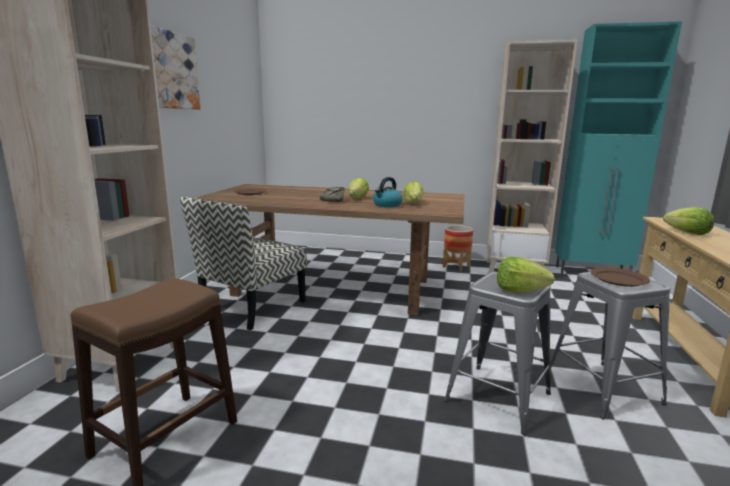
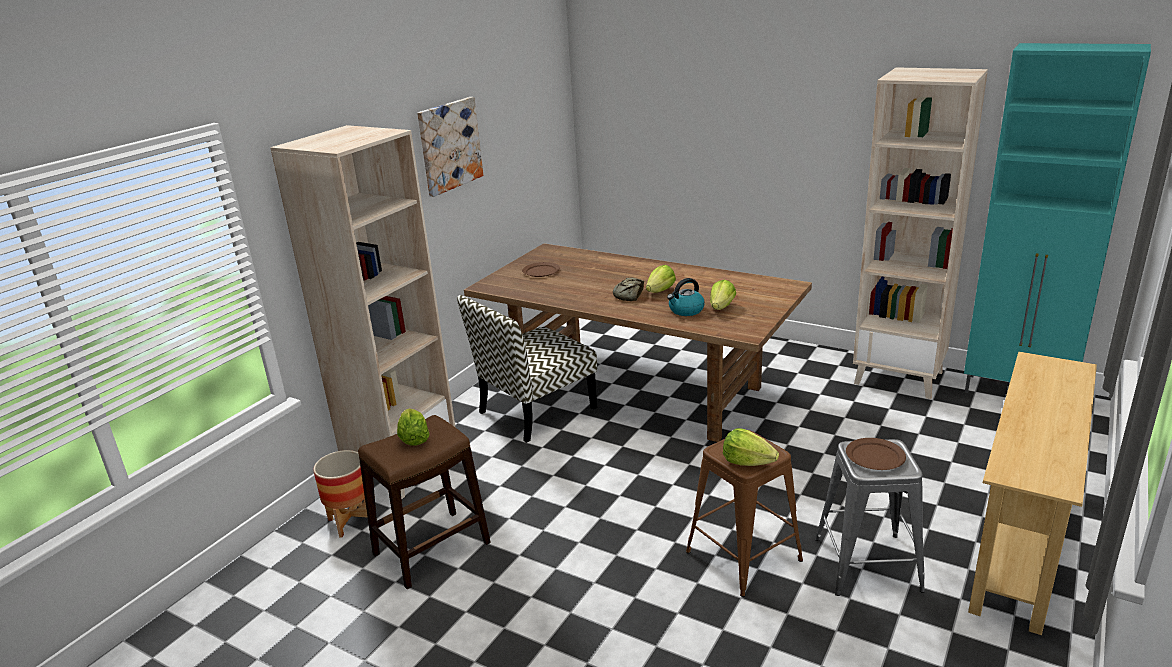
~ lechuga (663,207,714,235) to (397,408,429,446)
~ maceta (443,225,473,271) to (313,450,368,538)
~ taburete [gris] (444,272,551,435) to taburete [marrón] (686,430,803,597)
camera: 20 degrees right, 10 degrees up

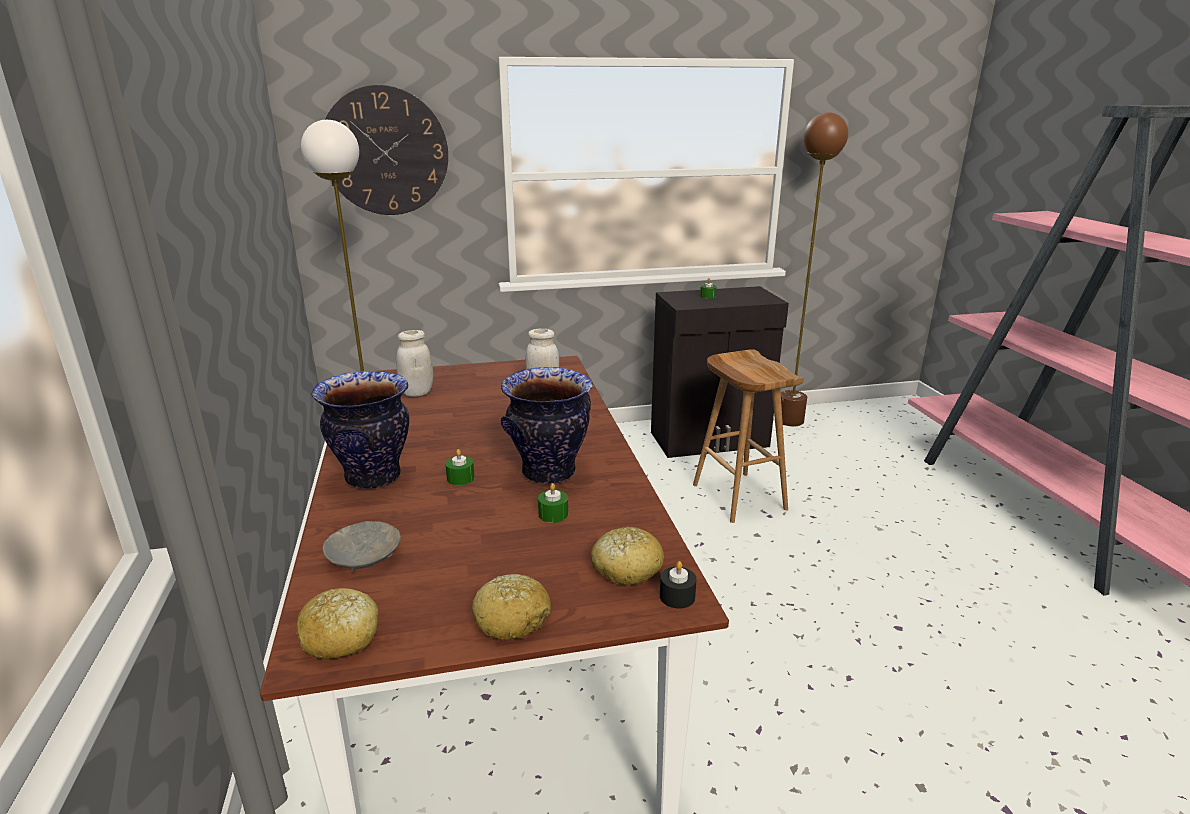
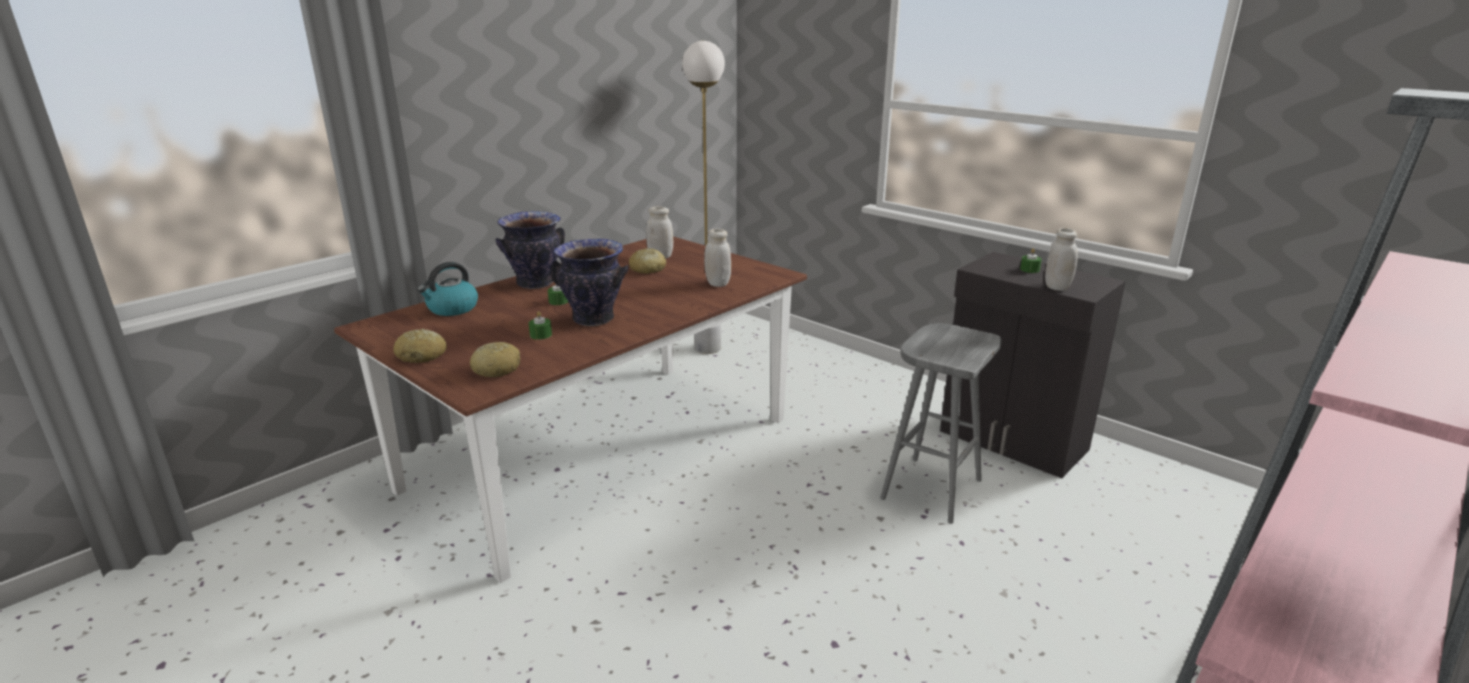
- reloj de pared (325,85,448,215)
- lámpara de pie [marrón] (781,112,848,427)
~ taburete [marrón] (693,349,804,523) to taburete [gris] (880,323,1002,524)
~ cuenco [gris] (323,521,401,571) to hervidor (417,262,478,316)
- vela [negro] (660,561,697,609)
~ pan (297,588,379,659) to (629,248,666,274)
+ tarro [blanco] (1045,228,1078,291)
camera: 55 degrees right, 0 degrees up

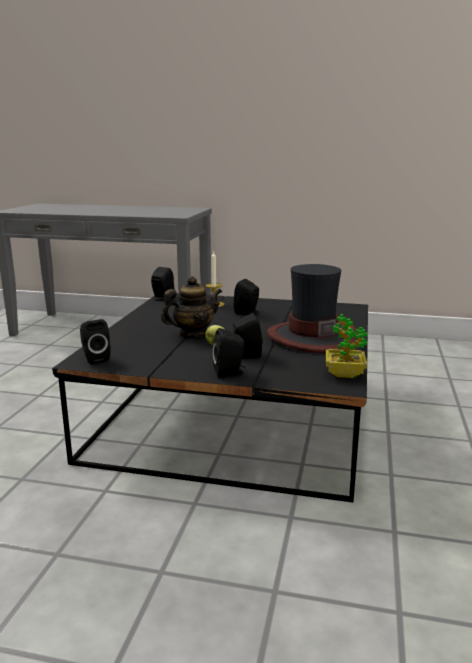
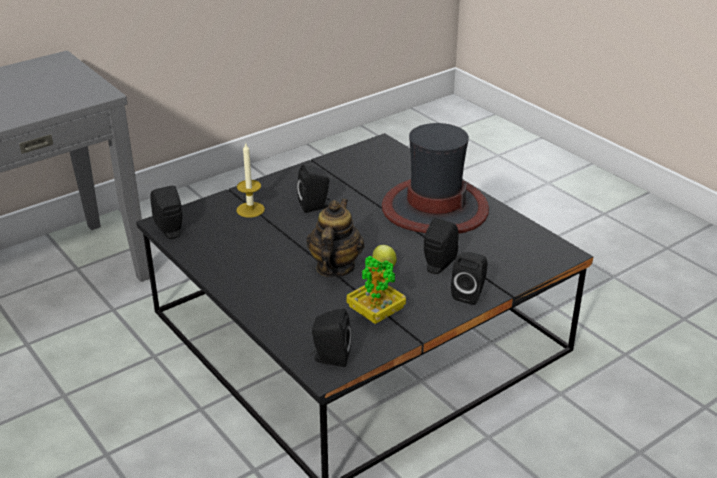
~ planta en maceta (326,314,368,378) to (347,256,406,324)
camera: 50 degrees left, 15 degrees up

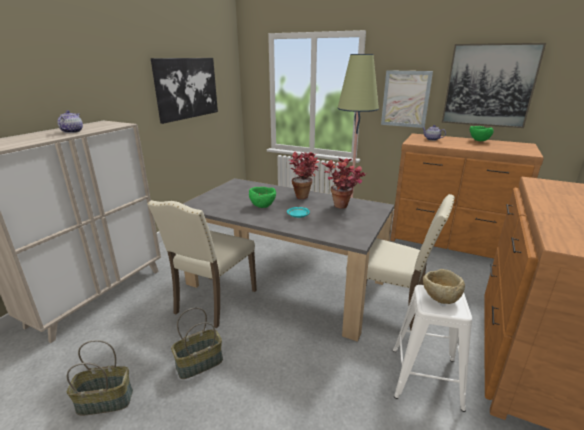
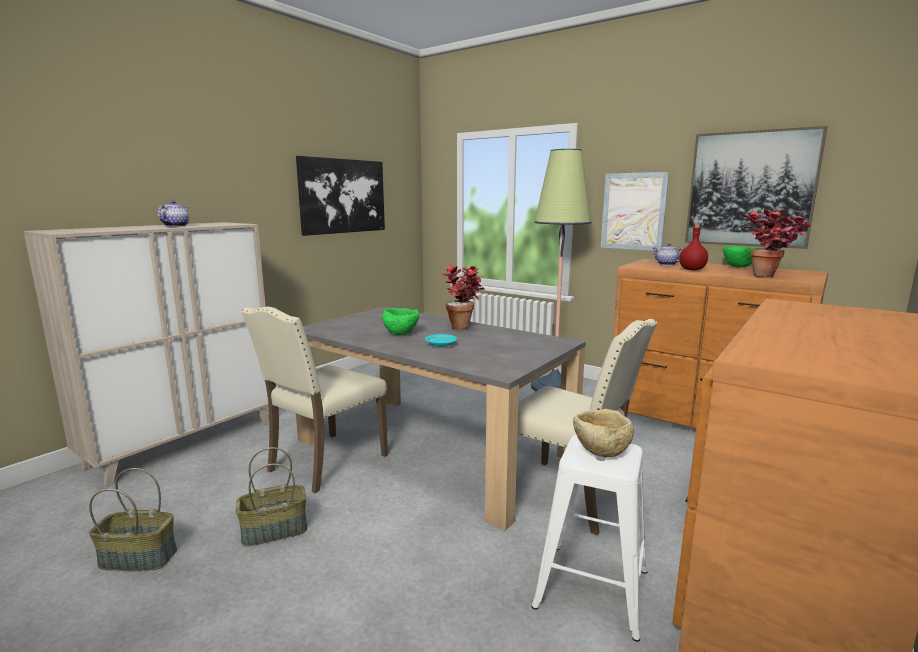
~ planta en maceta (322,158,365,209) to (742,209,810,277)
+ botella [rojo] (679,224,708,270)
camera: 10 degrees right, 10 degrees down

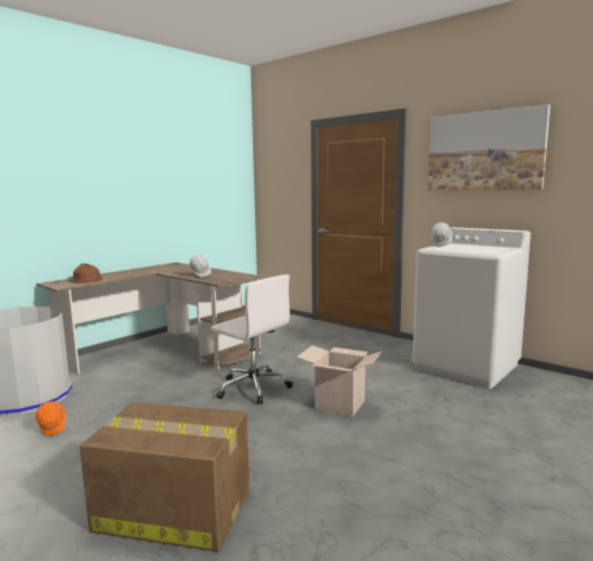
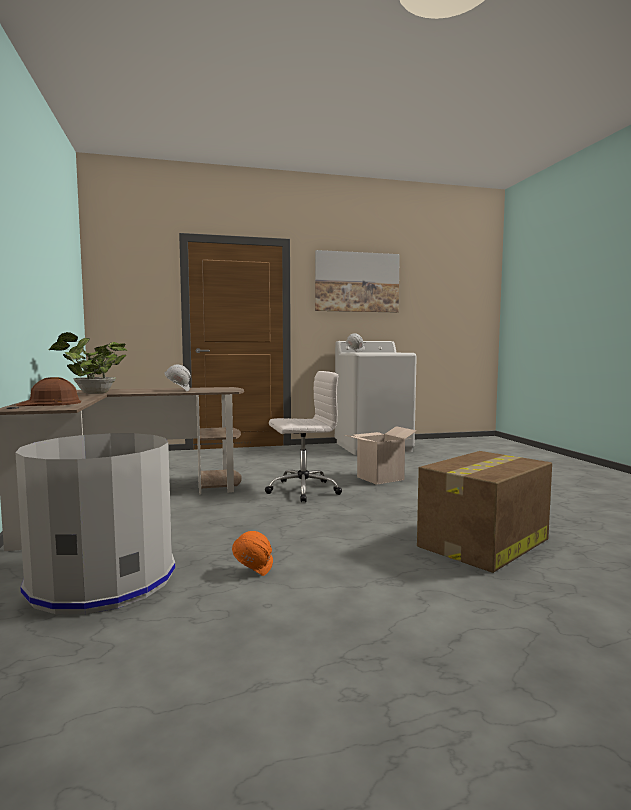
+ planta en maceta (49,332,127,394)
camera: 55 degrees left, 5 degrees down

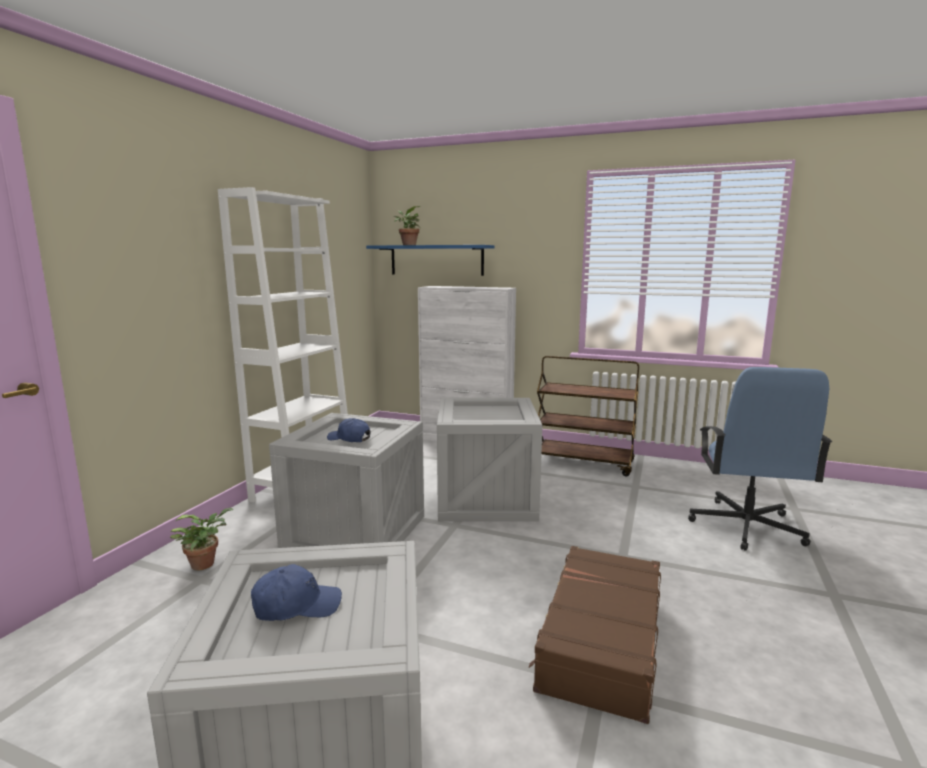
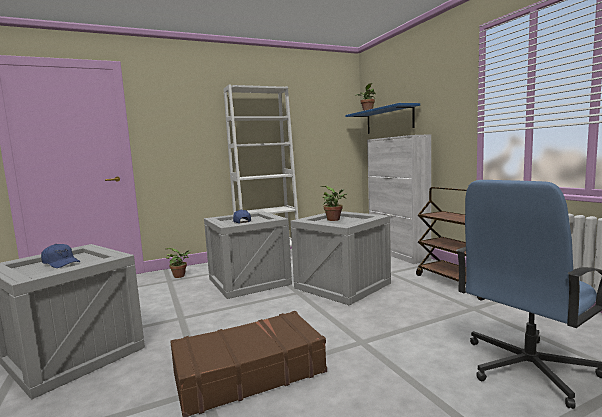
+ planta en maceta (321,186,347,221)
camera: 45 degrees right, 5 degrees down

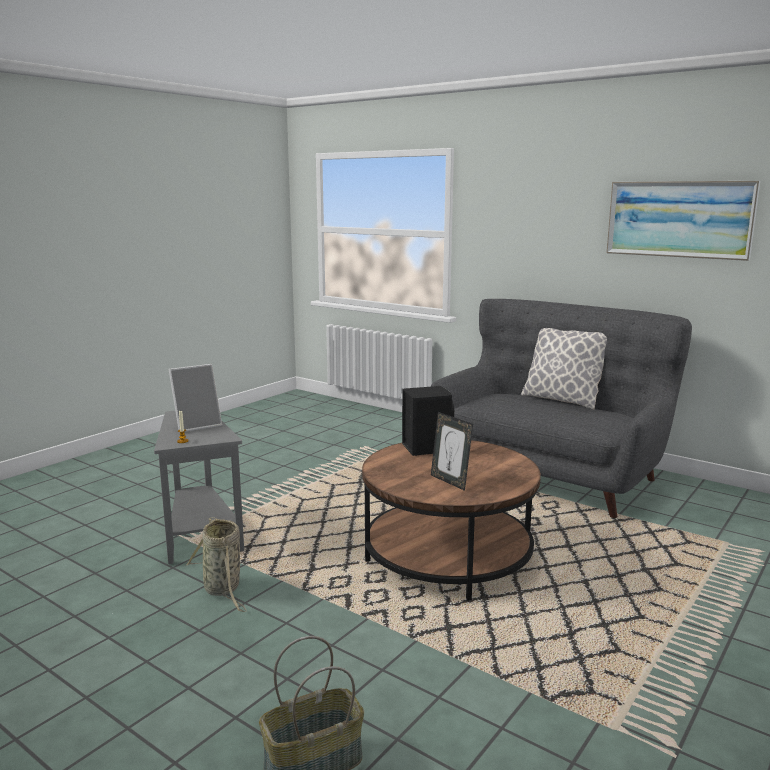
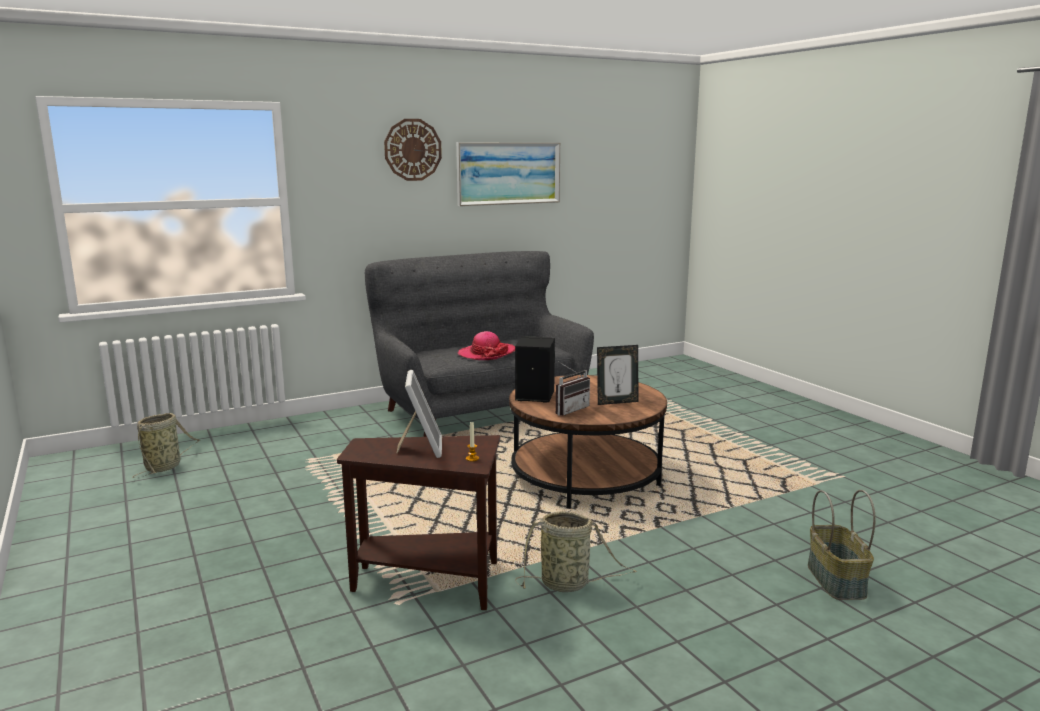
- cojín (521,328,607,410)
~ mesa auxiliar [gris] (154,411,244,564) to mesa auxiliar [marrón] (337,435,500,610)
+ reloj de pared (384,119,442,181)
+ sombrero (458,331,515,360)
+ radio (556,361,590,416)
+ cesta (133,413,200,478)
camera: 65 degrees left, 0 degrees up

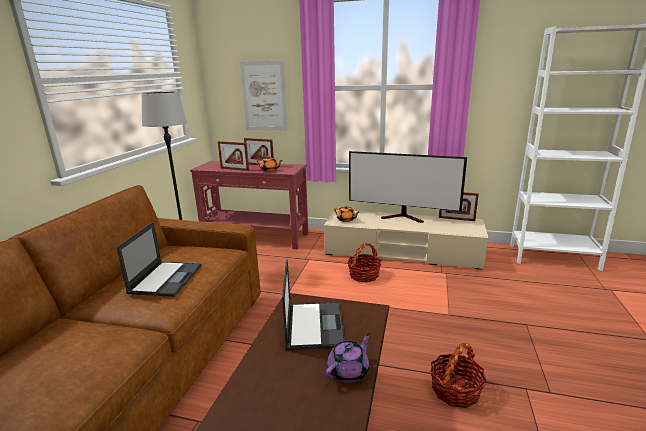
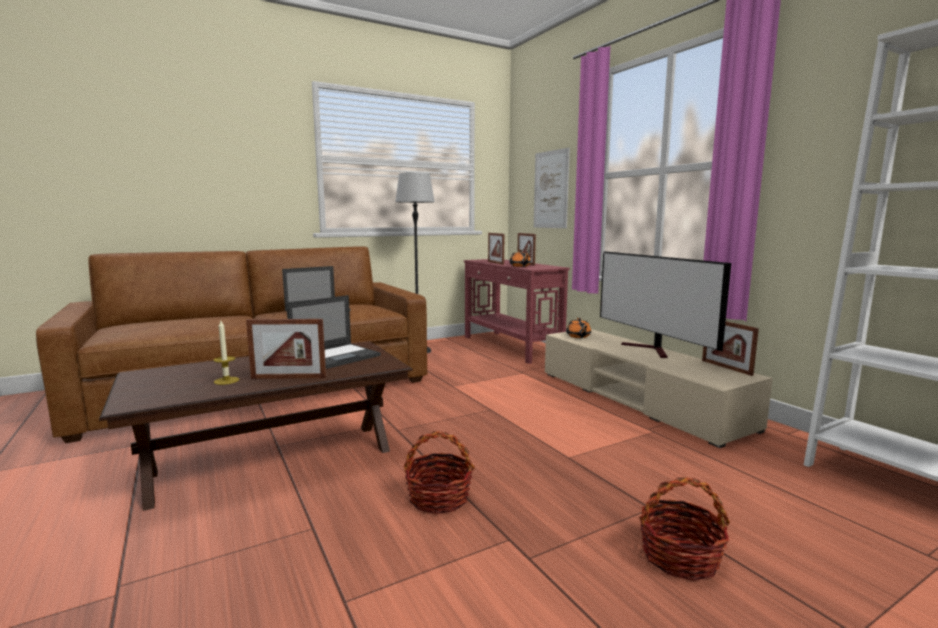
~ cesta (348,243,381,282) to (639,477,730,581)
~ tetera [morado] (326,333,370,383) to portarretratos (246,319,326,379)
+ vela (213,321,239,385)
camera: 45 degrees right, 10 degrees down

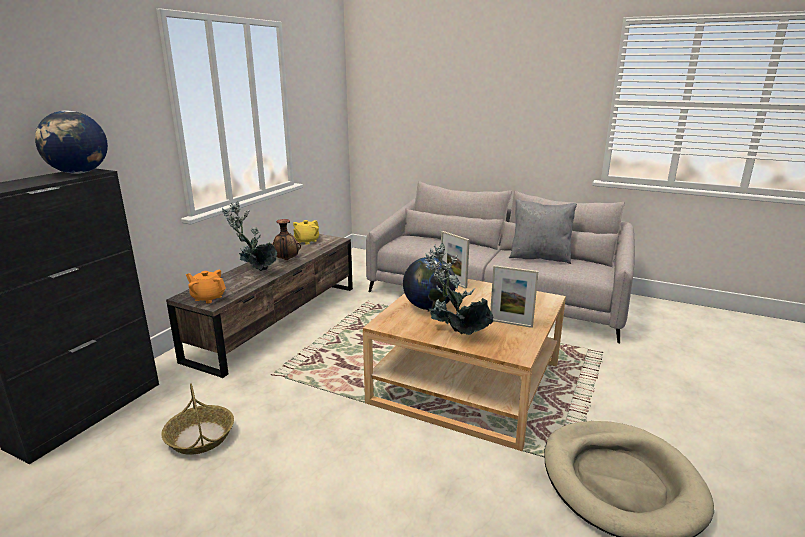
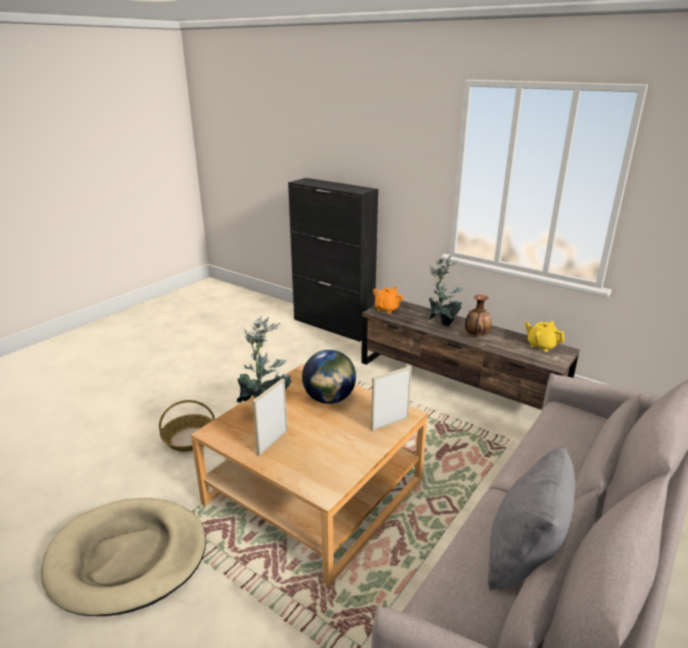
- globo terráqueo (35,110,108,174)
~ cesta (161,383,234,455) to (159,400,215,452)
camera: 100 degrees right, 5 degrees up

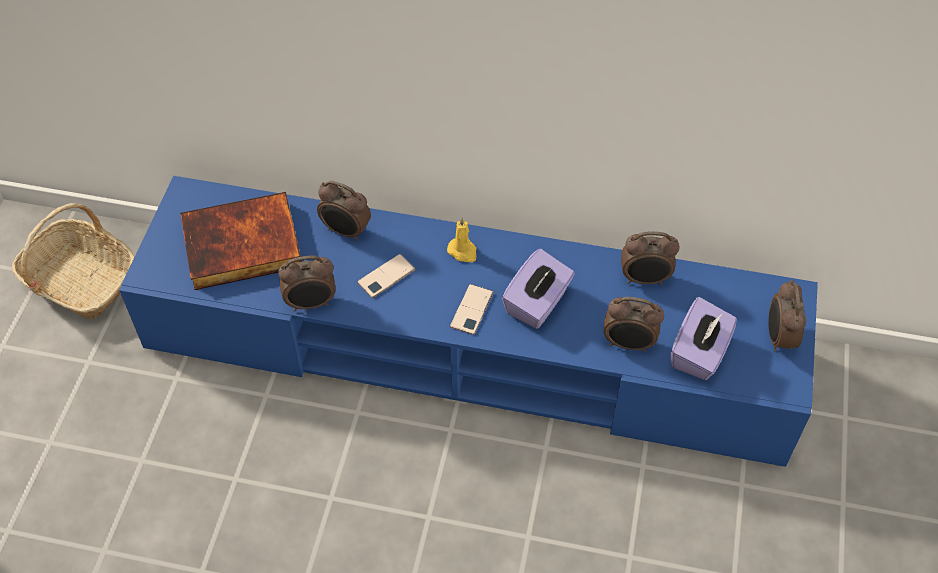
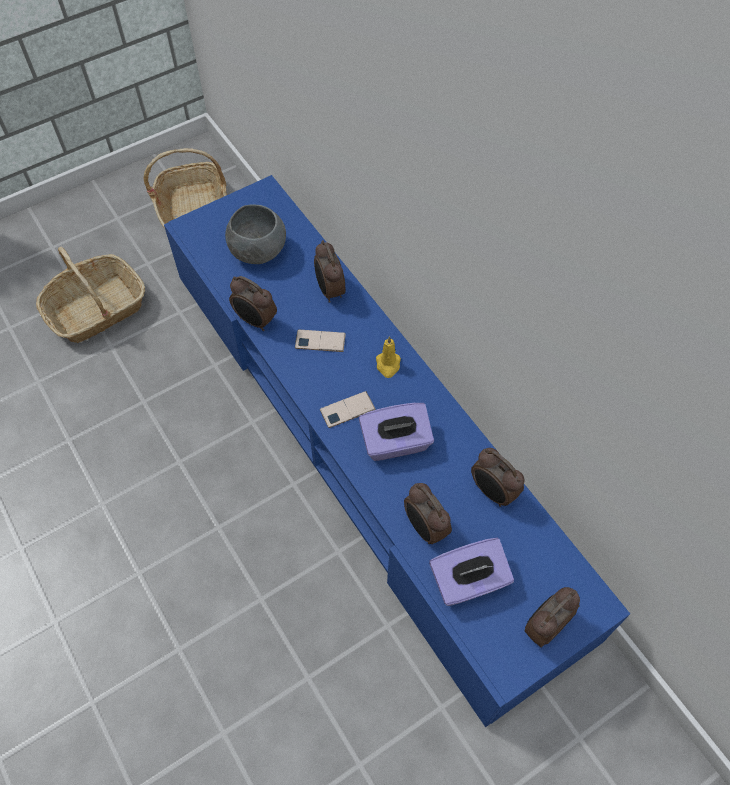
~ libro (180,192,302,290) to cuenco [gris] (225,205,286,264)
+ cesta (36,247,145,343)
camera: 45 degrees right, 5 degrees up

